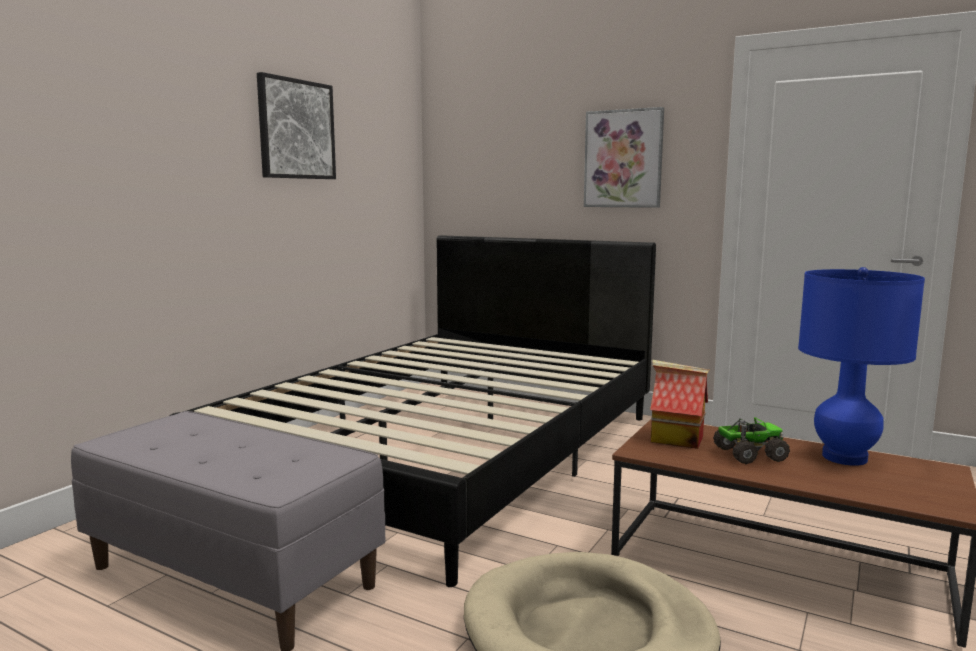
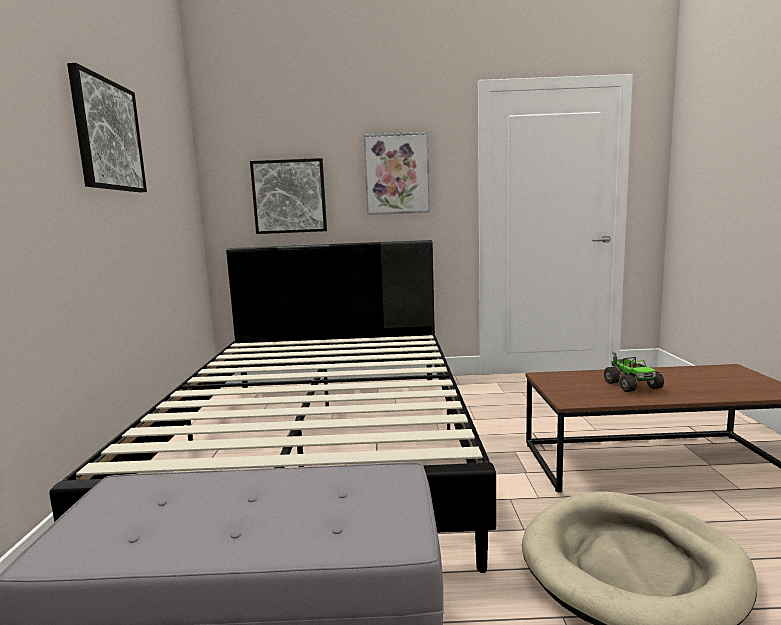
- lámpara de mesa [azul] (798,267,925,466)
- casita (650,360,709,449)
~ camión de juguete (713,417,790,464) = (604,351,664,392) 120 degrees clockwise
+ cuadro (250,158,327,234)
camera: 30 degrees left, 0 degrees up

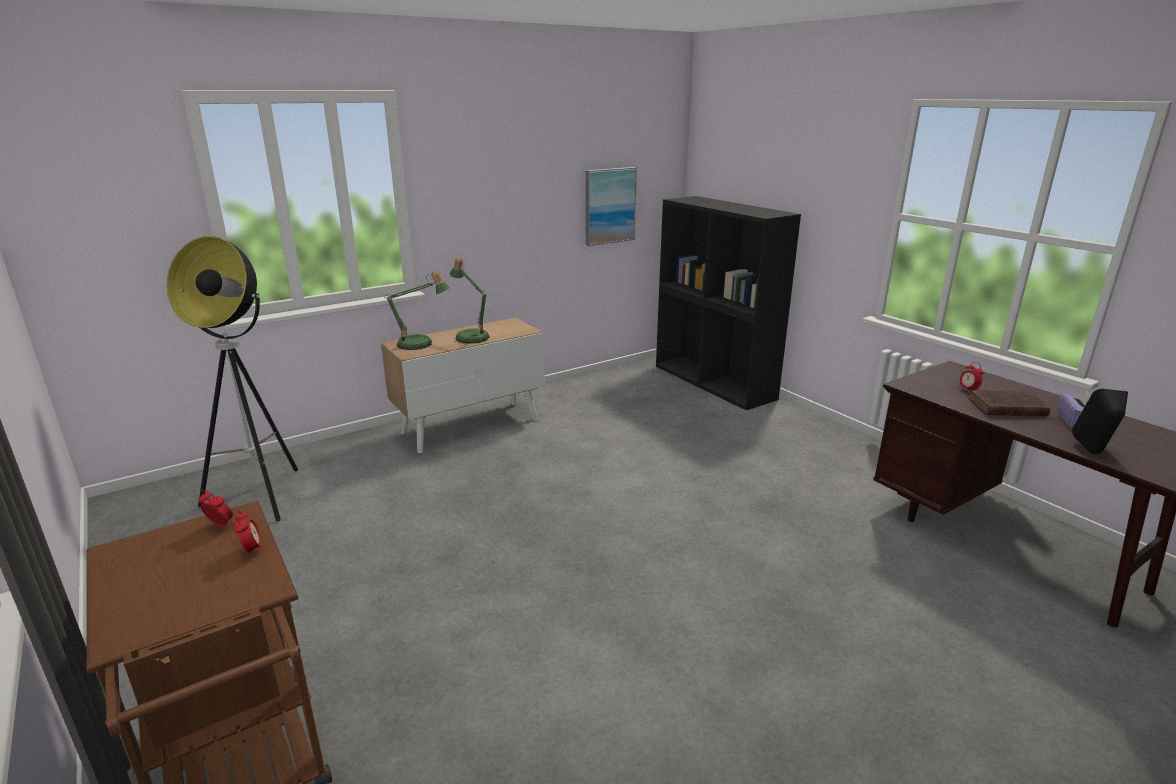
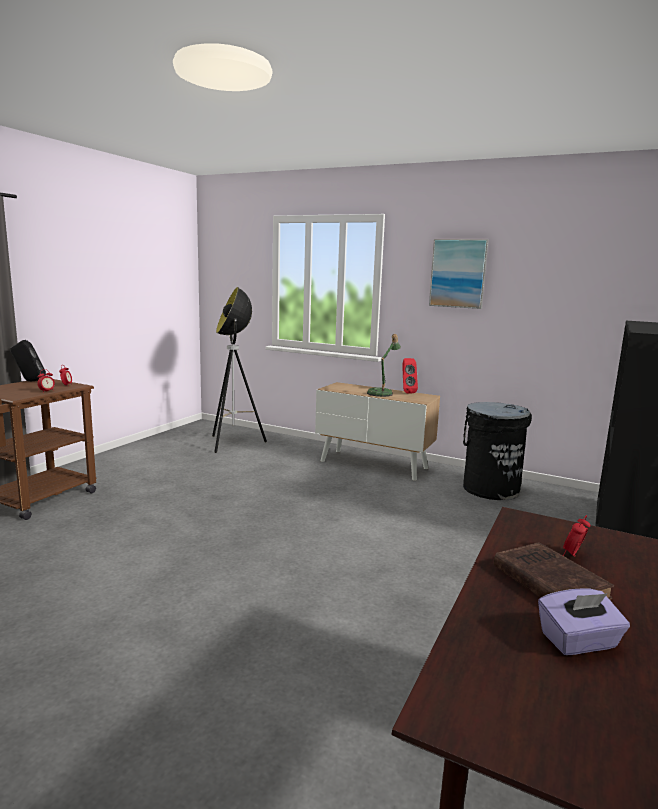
~ cuadro (586,167,637,246) to (429,239,489,309)
- lámpara de mesa (384,271,450,350)
~ altavoz [negro] (1072,389,1128,454) to (10,340,46,381)
+ altavoz [rojo] (402,358,418,393)
+ papelera [negro] (463,402,532,500)
camera: 60 degrees right, 10 degrees down

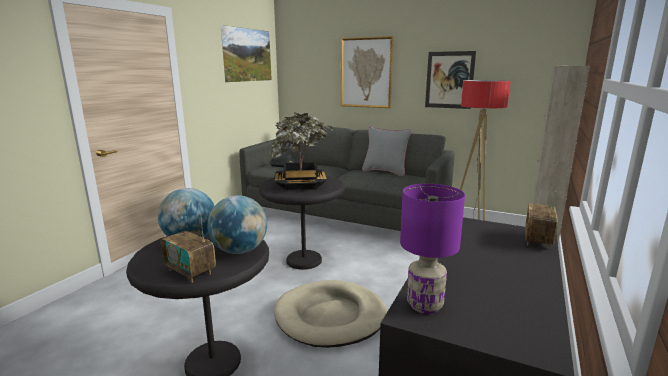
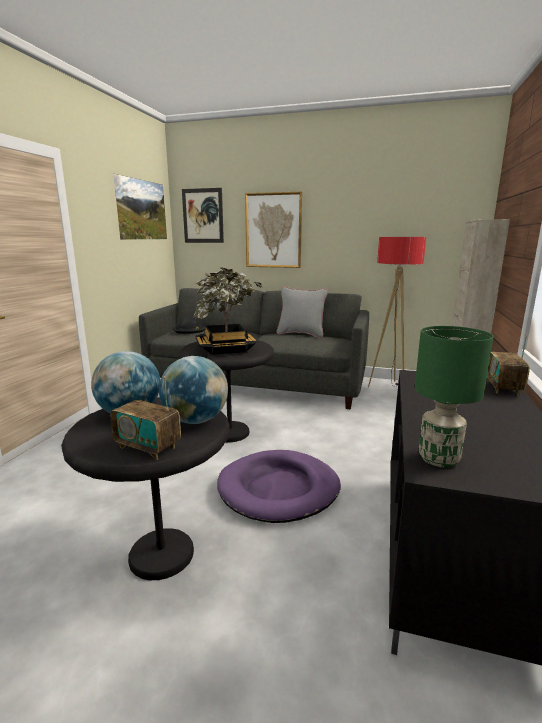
~ cuadro (425,51,476,109) to (182,188,224,243)
~ lámpara de mesa [morado] (400,184,465,314) to lámpara de mesa [verde] (415,326,493,468)
~ cama para perro [beis] (274,280,387,348) to cama para perro [morado] (217,450,341,523)
camera: 10 degrees left, 0 degrees up

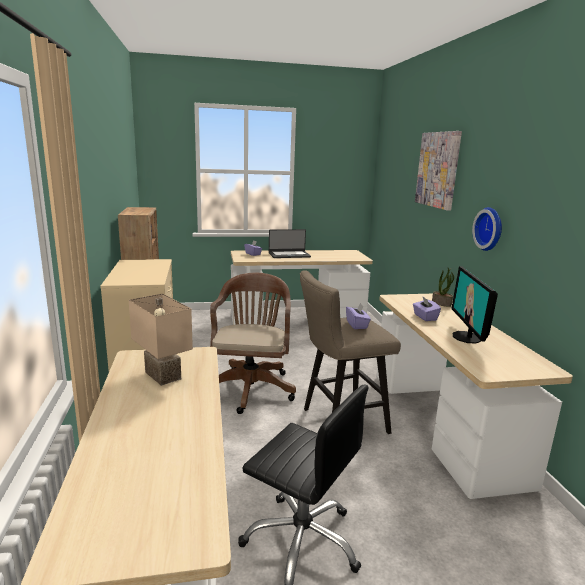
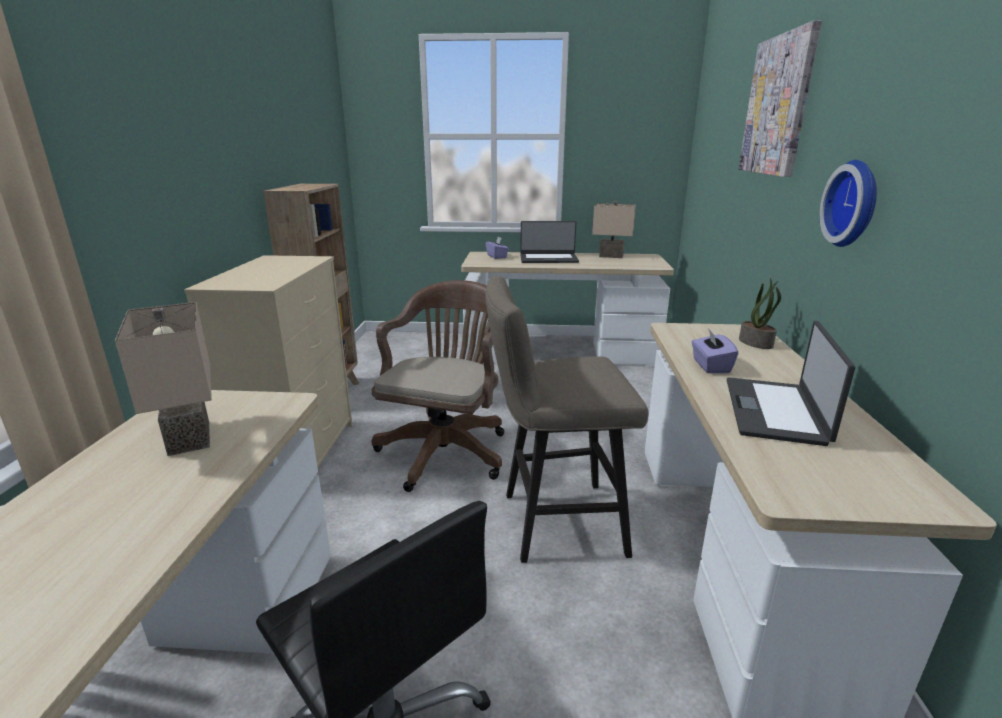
~ monitor (451,266,498,344) to portátil (727,321,855,446)
- caja de pañuelos [morado] (346,303,371,329)
+ lámpara de mesa [beis] (592,201,636,258)
camera: 15 degrees right, 5 degrees up

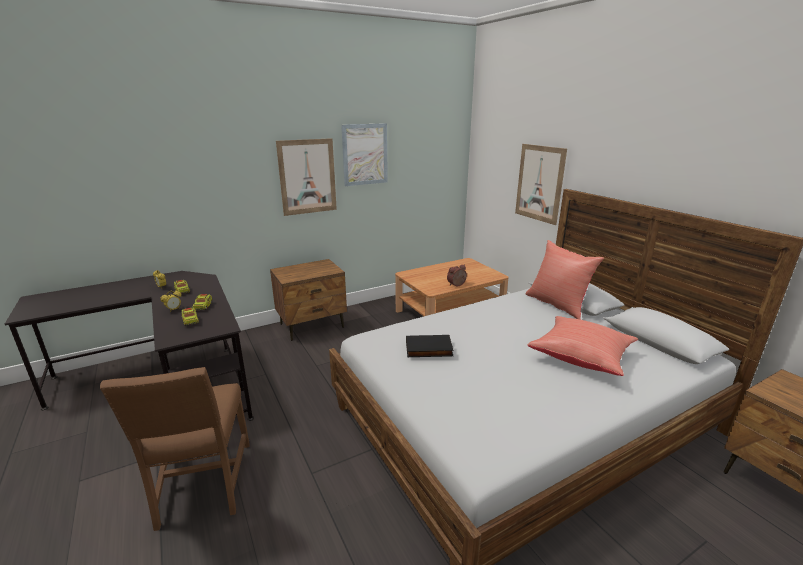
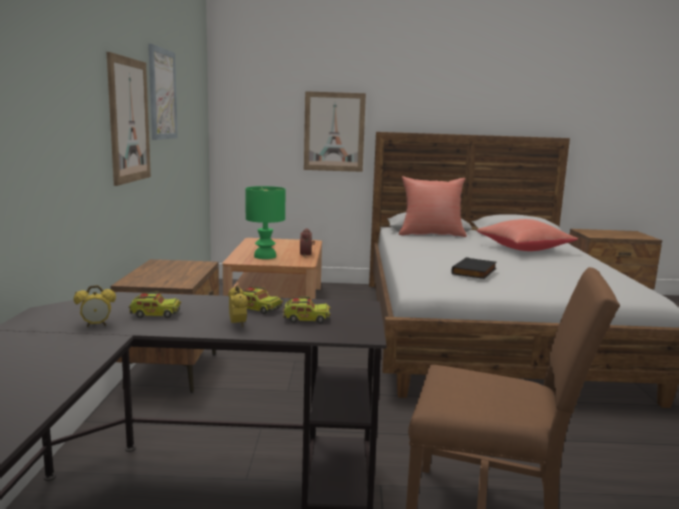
+ lámpara de mesa [verde] (246,186,286,259)
camera: 60 degrees left, 10 degrees down

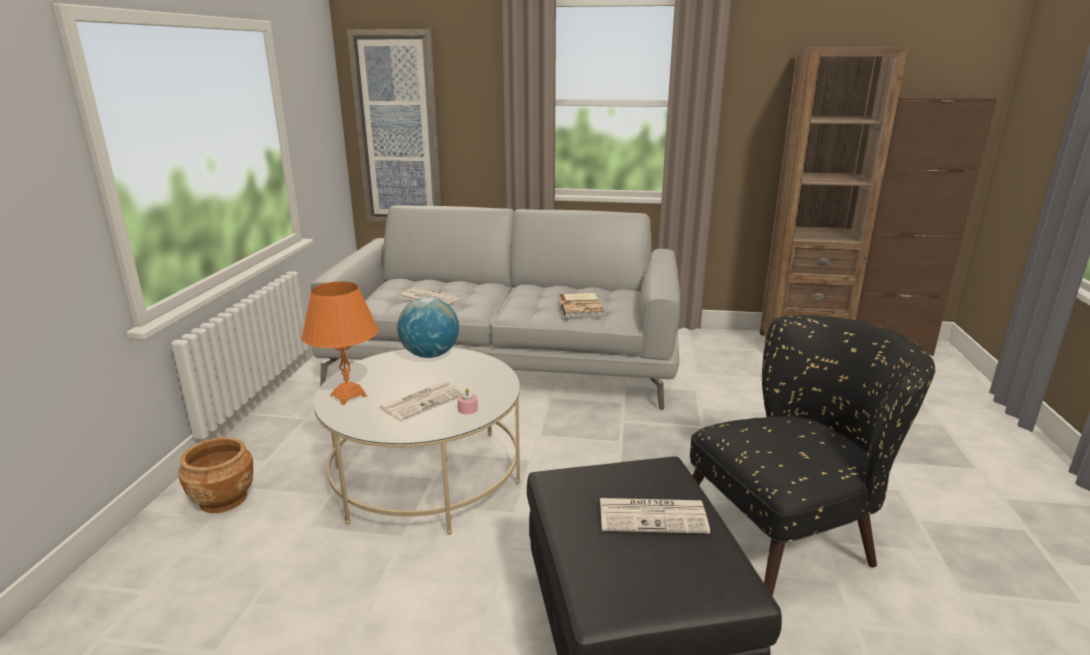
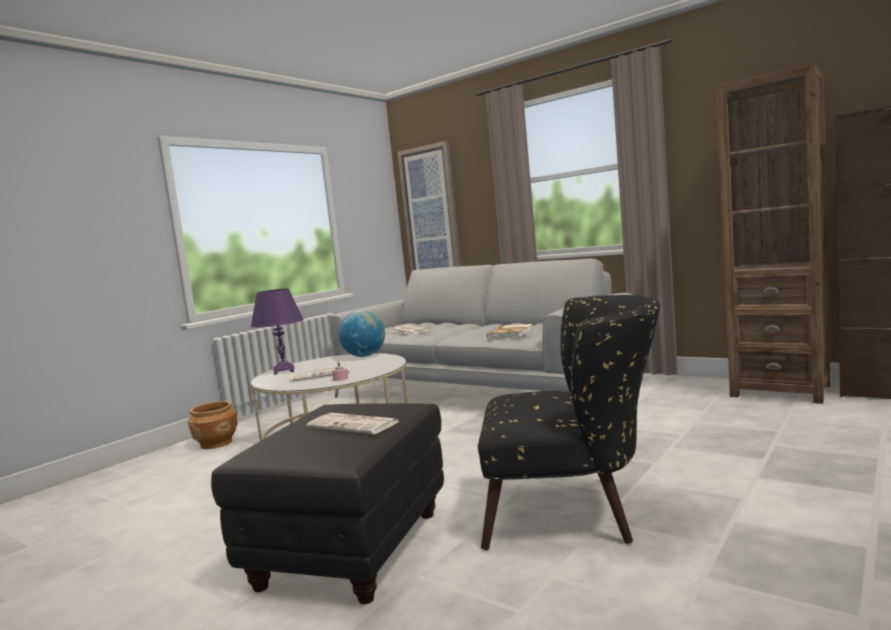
~ lámpara de mesa [naranja] (301,282,379,405) to lámpara de mesa [morado] (250,289,304,375)
camera: 30 degrees right, 15 degrees down

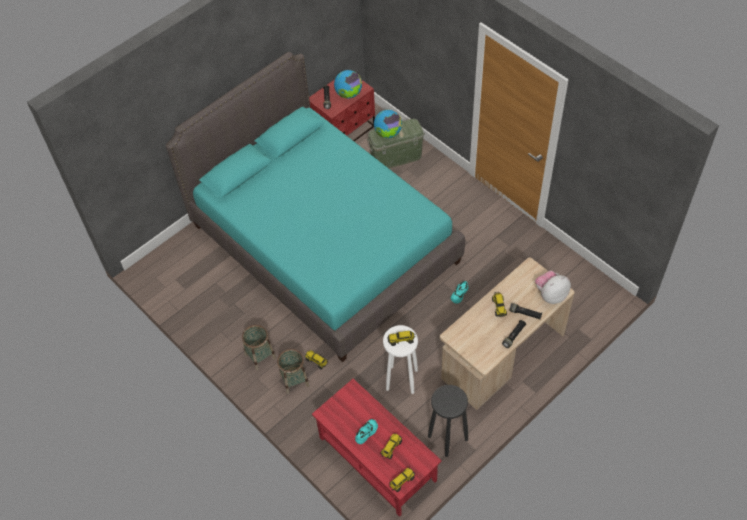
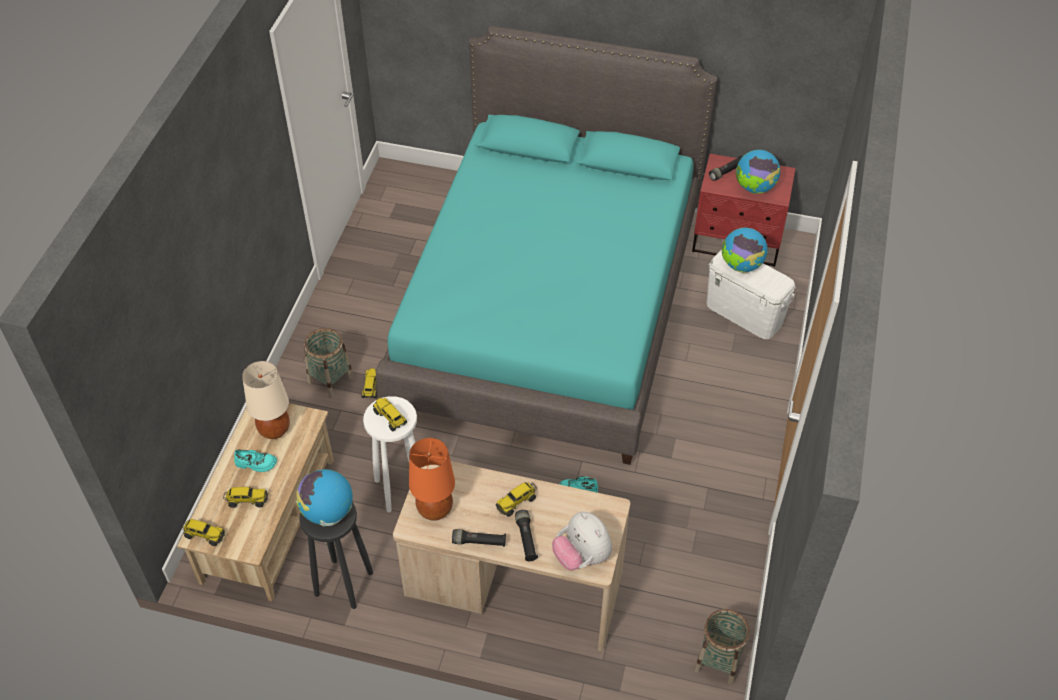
~ caja de almacenaje [verde] (367,119,425,169) to caja de almacenaje [blanco] (707,250,795,339)
~ peluche (535,271,571,304) = (552,512,612,571) 150 degrees counterclockwise
~ cesta (242,325,276,370) to (694,609,750,685)
~ mesa de centro [rojo] (312,379,442,517) to mesa de centro [beis] (177,403,333,602)
+ lámpara de mesa [beis] (242,361,290,439)
+ lámpara de mesa [naranja] (409,438,455,521)
+ globo terráqueo (296,469,353,526)
camera: 55 degrees right, 5 degrees down

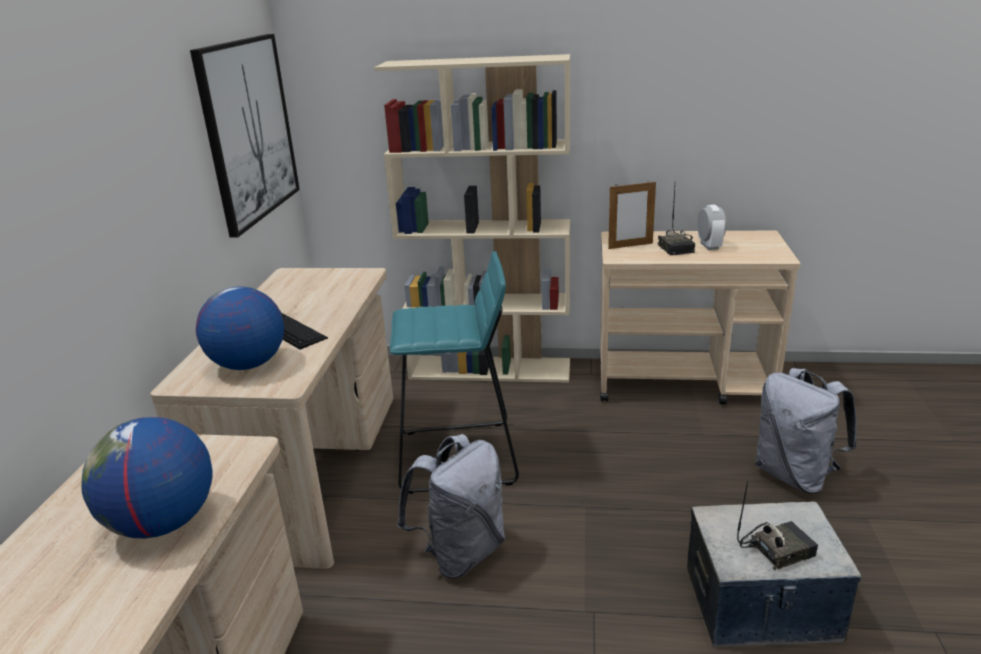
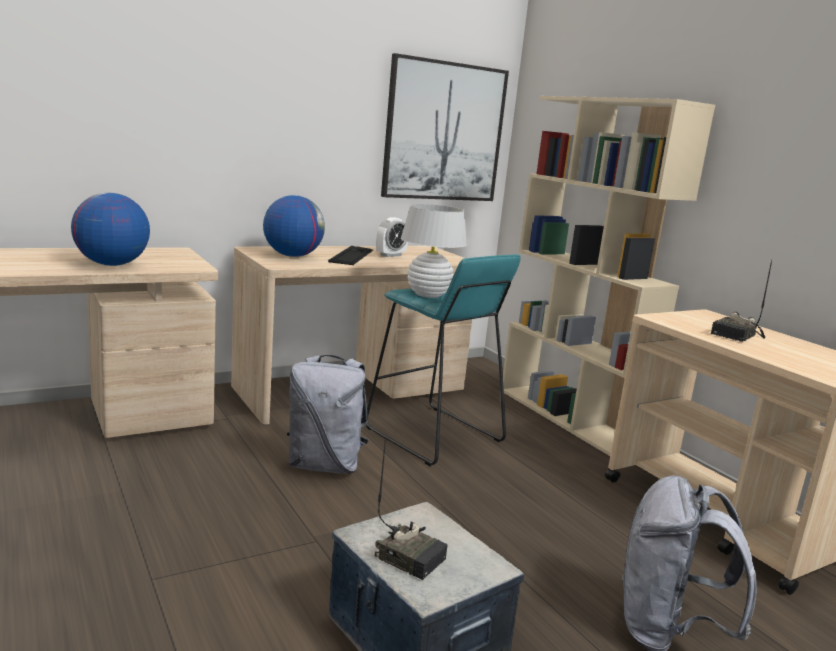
- portarretratos (608,180,656,249)
~ despertador (697,205,726,250) to (376,217,408,257)
+ lámpara de mesa [blanco] (401,204,467,298)
camera: 50 degrees right, 10 degrees down

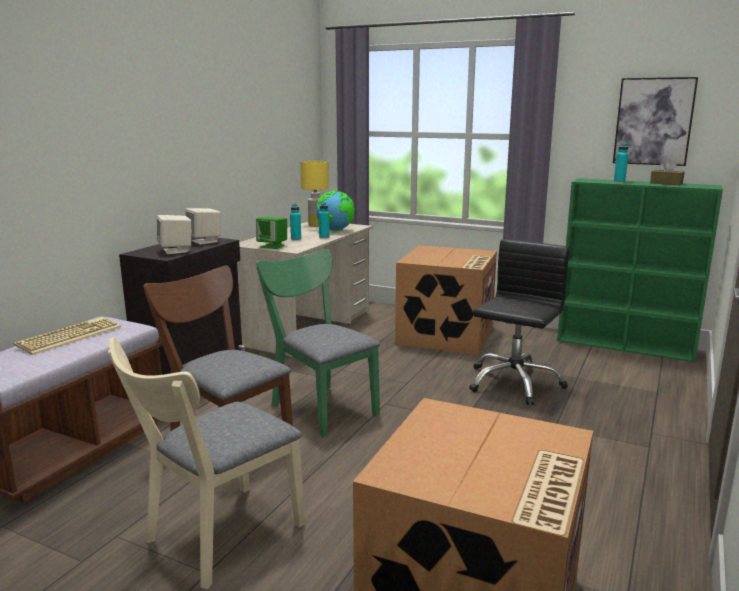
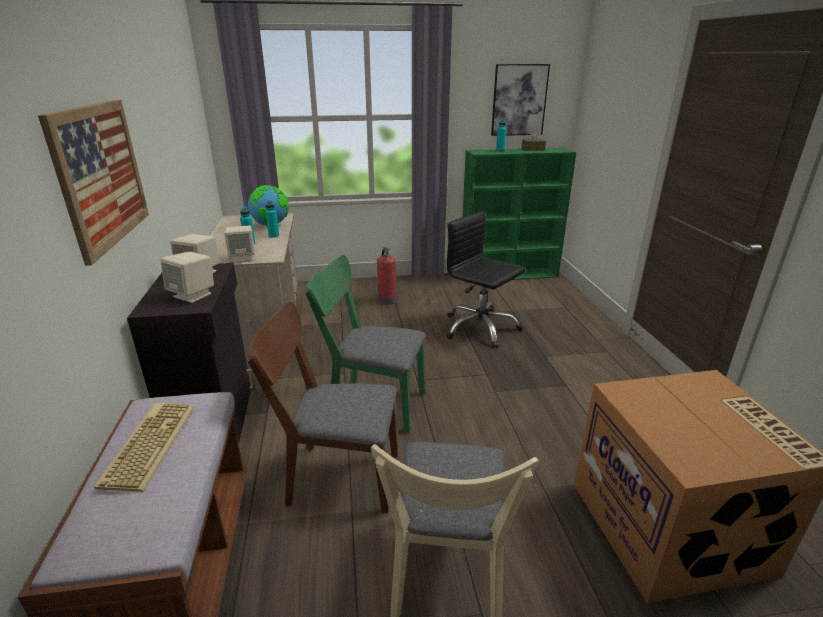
- lámpara de mesa [amarillo] (301,161,329,227)
~ altavoz [verde] (256,217,287,249) to altavoz [beis] (224,225,255,262)
~ silla de oficina [negro] (469,239,570,405) = (446,210,525,348) 45 degrees counterclockwise
~ caja de cartón (395,245,497,355) to extintor (377,247,397,305)
+ cuadro (38,100,149,266)
camera: 35 degrees left, 10 degrees up

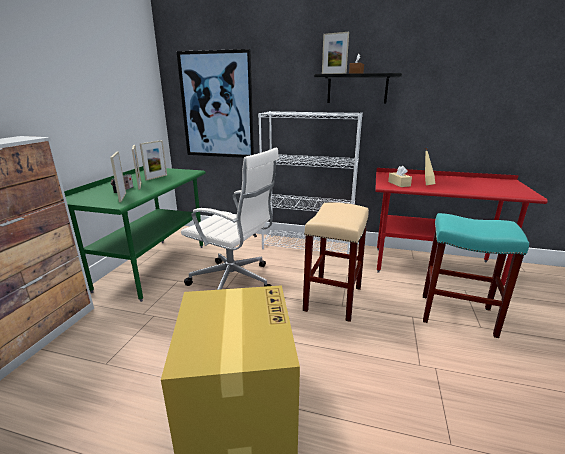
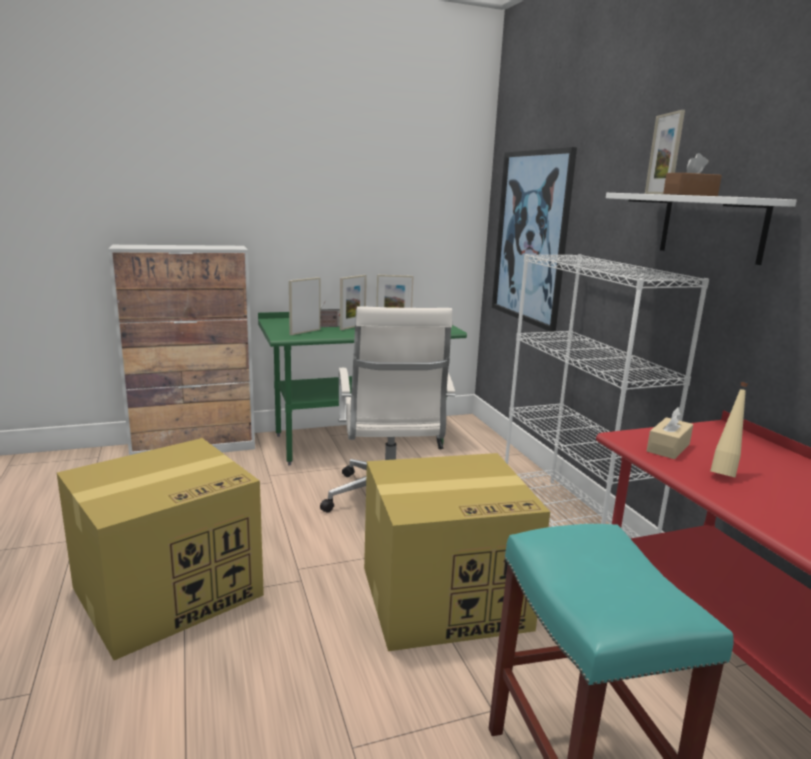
~ estante [negro] (314,73,402,103) to estante [blanco] (606,193,797,265)
~ taburete [beis] (303,202,369,322) to caja de cartón (364,453,550,651)
camera: 55 degrees right, 5 degrees down

